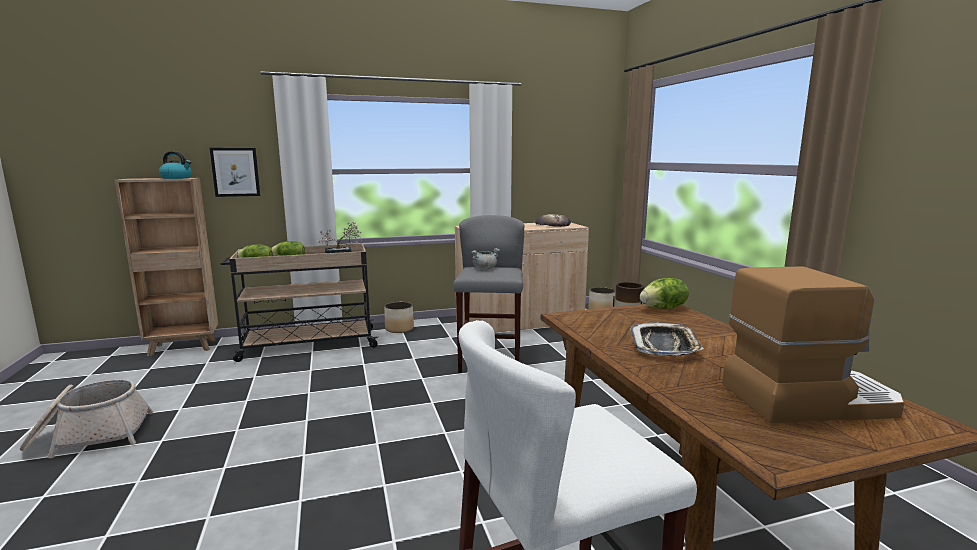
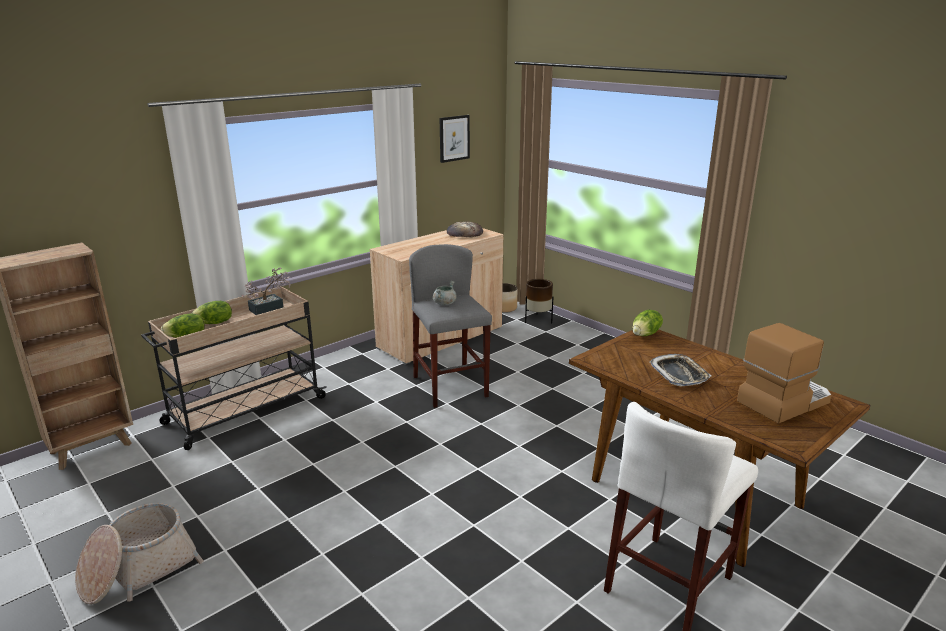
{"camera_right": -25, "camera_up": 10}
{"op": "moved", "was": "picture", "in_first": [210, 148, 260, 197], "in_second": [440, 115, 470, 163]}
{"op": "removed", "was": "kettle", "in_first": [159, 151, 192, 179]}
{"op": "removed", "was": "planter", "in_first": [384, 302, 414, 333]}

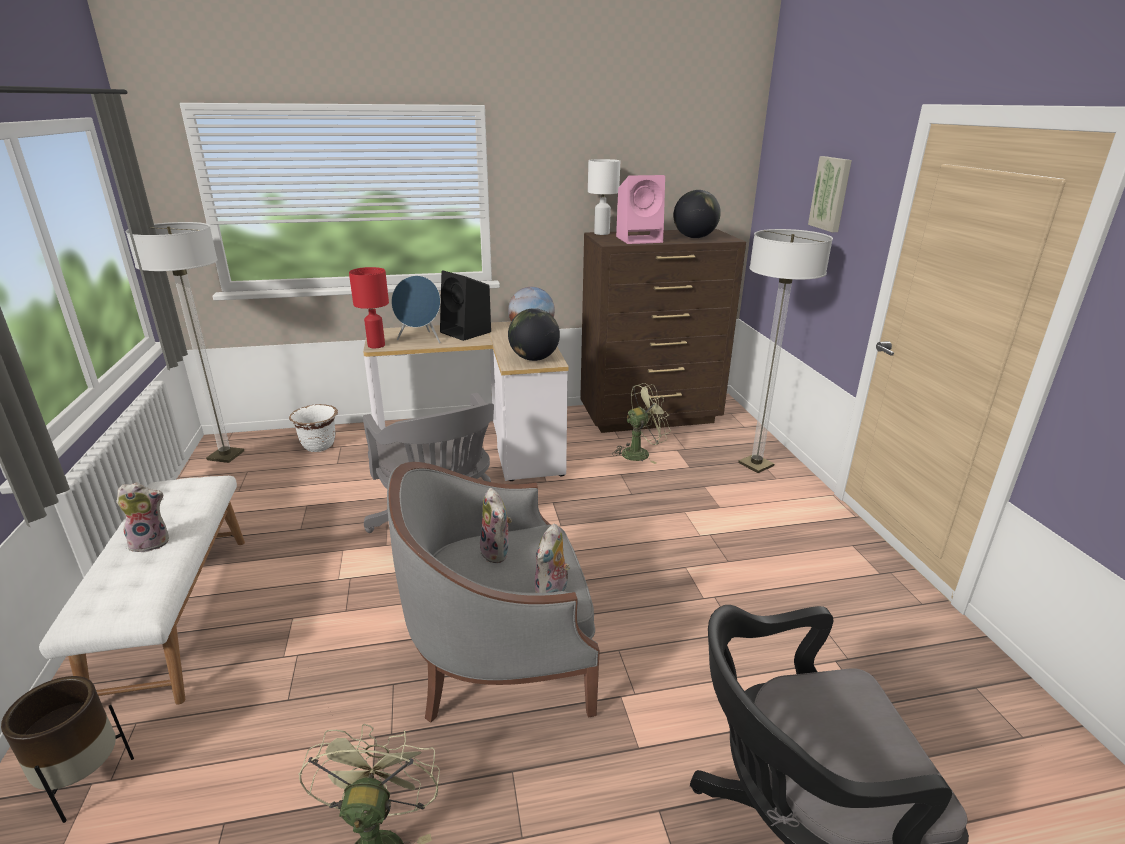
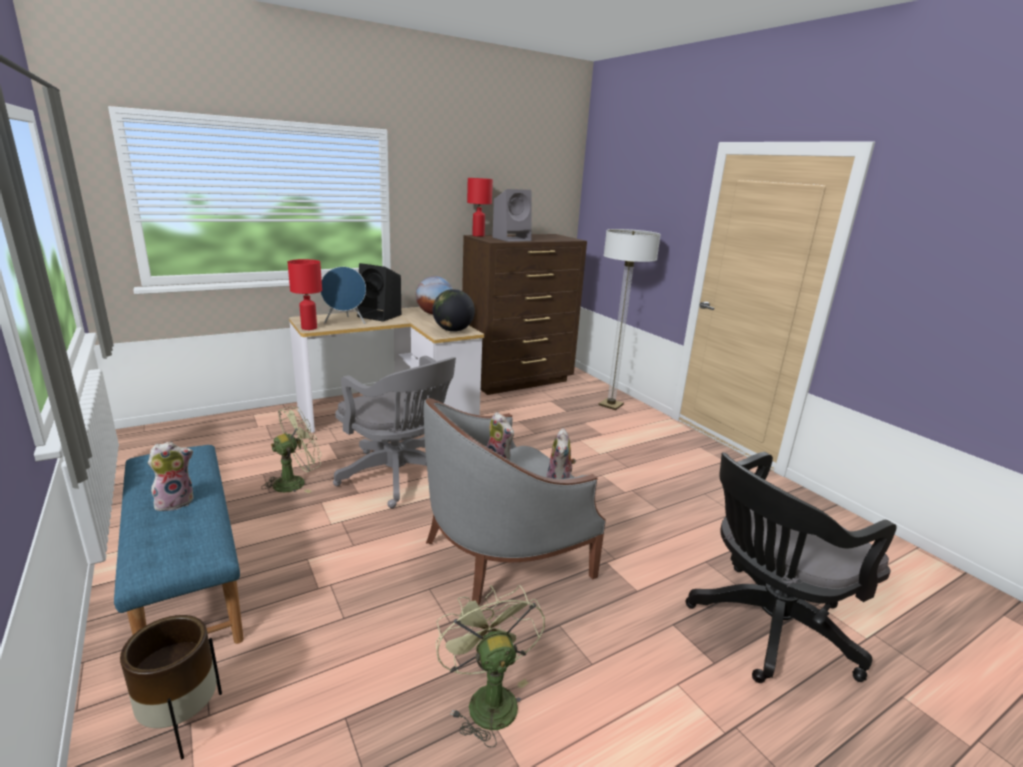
{"camera_right": -20, "camera_up": -5}
{"op": "recoloured", "was": "white bench", "now": "blue bench", "in_first": [39, 476, 245, 704], "in_second": [114, 445, 244, 644]}
{"op": "moved", "was": "green fan", "in_first": [612, 383, 671, 464], "in_second": [261, 406, 321, 493]}
{"op": "recoloured", "was": "white table lamp", "now": "red table lamp", "in_first": [588, 159, 620, 235], "in_second": [467, 178, 493, 237]}
{"op": "recoloured", "was": "pink speaker", "now": "grey speaker", "in_first": [616, 175, 665, 244], "in_second": [492, 189, 532, 242]}
{"op": "removed", "was": "floor lamp", "in_first": [126, 222, 244, 463]}
{"op": "removed", "was": "white planter", "in_first": [289, 404, 338, 452]}
{"op": "removed", "was": "globe", "in_first": [673, 190, 721, 238]}
{"op": "removed", "was": "picture", "in_first": [808, 156, 852, 232]}

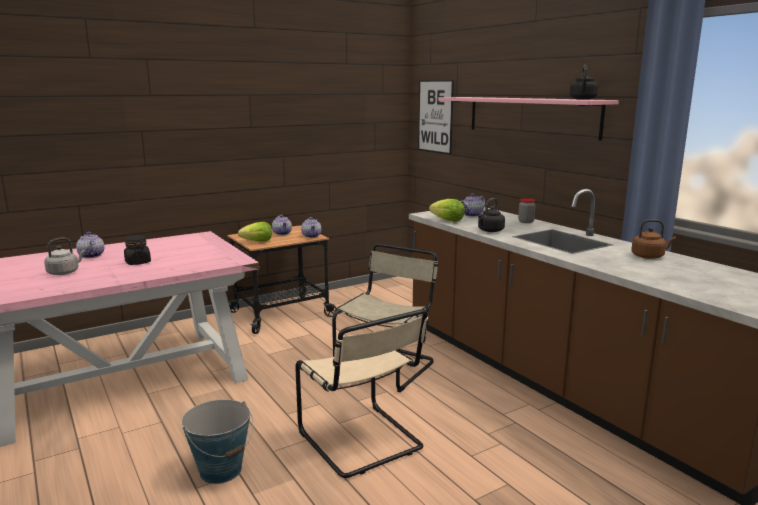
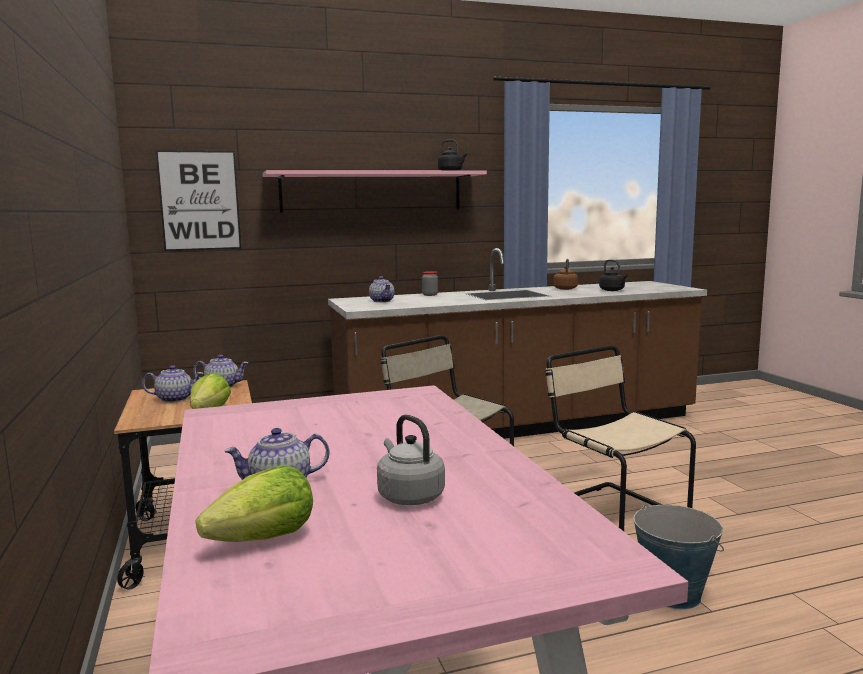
{"camera_right": -75, "camera_up": -5}
{"op": "moved", "was": "lettuce", "in_first": [429, 199, 465, 222], "in_second": [196, 465, 313, 542]}
{"op": "turned", "was": "beige chair", "in_first": [295, 309, 429, 478], "in_second": [545, 345, 696, 531], "clockwise": -105}
{"op": "moved", "was": "black kettle", "in_first": [478, 198, 505, 232], "in_second": [599, 259, 628, 291]}
{"op": "removed", "was": "black jar", "in_first": [124, 236, 151, 265]}

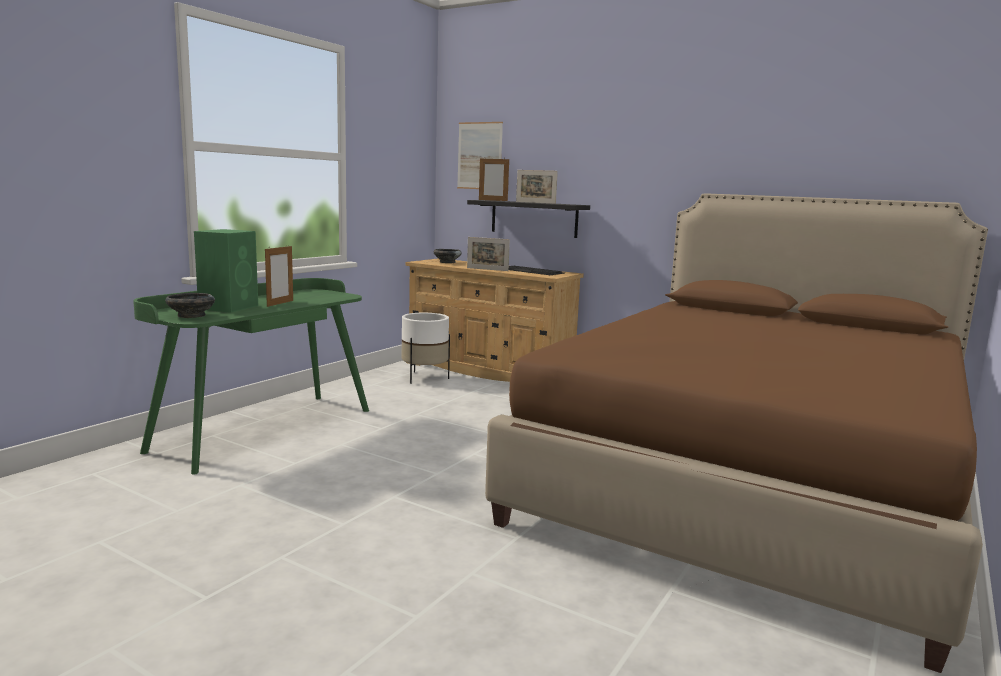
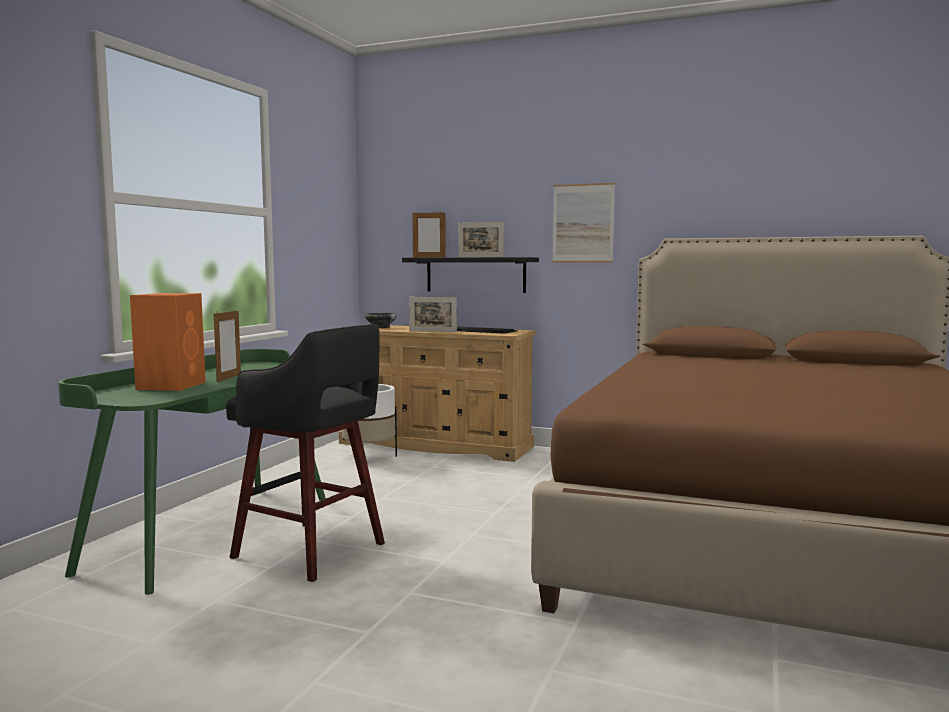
{"camera_right": -10, "camera_up": -5}
{"op": "recoloured", "was": "green speaker", "now": "orange speaker", "in_first": [194, 229, 258, 313], "in_second": [130, 293, 206, 391]}
{"op": "added", "now": "black stool", "in_second": [226, 324, 385, 582]}
{"op": "moved", "was": "picture", "in_first": [457, 122, 503, 189], "in_second": [553, 183, 615, 262]}
{"op": "removed", "was": "black bowl", "in_first": [165, 293, 215, 318]}

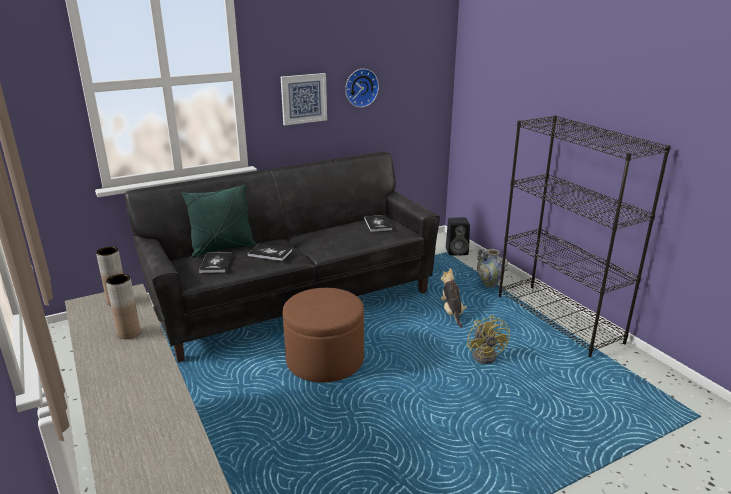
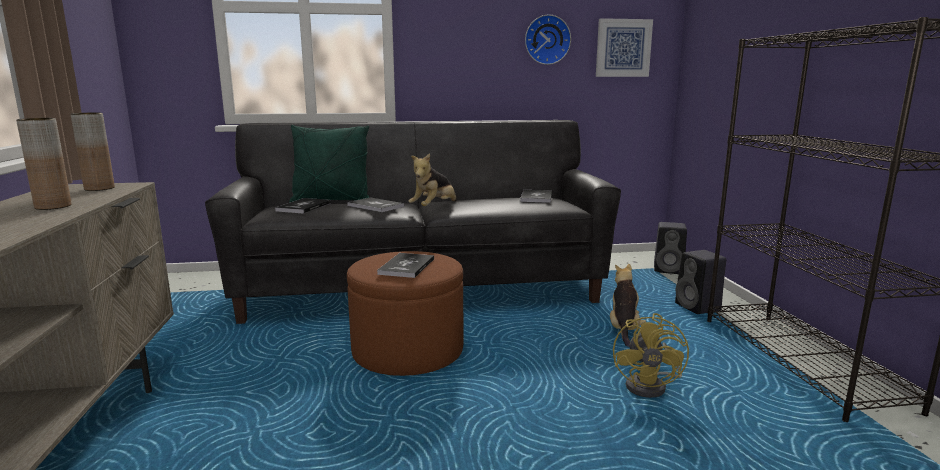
{"camera_right": 20, "camera_up": -10}
{"op": "added", "now": "book", "in_second": [377, 253, 434, 278]}
{"op": "added", "now": "plush toy", "in_second": [408, 154, 457, 206]}
{"op": "moved", "was": "picture", "in_first": [281, 73, 327, 125], "in_second": [596, 18, 653, 77]}
{"op": "replaced", "was": "vase", "now": "black speaker", "in_first": [477, 249, 508, 288], "in_second": [675, 250, 726, 314]}

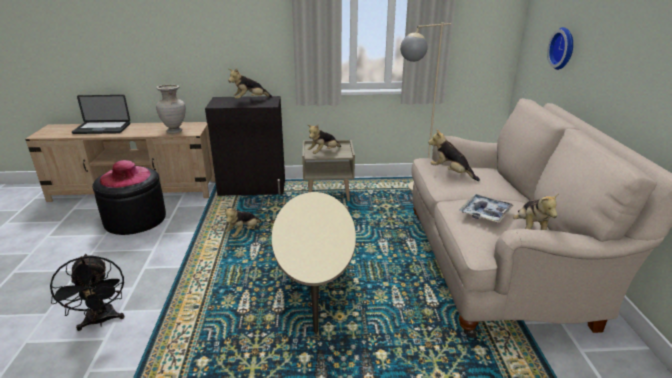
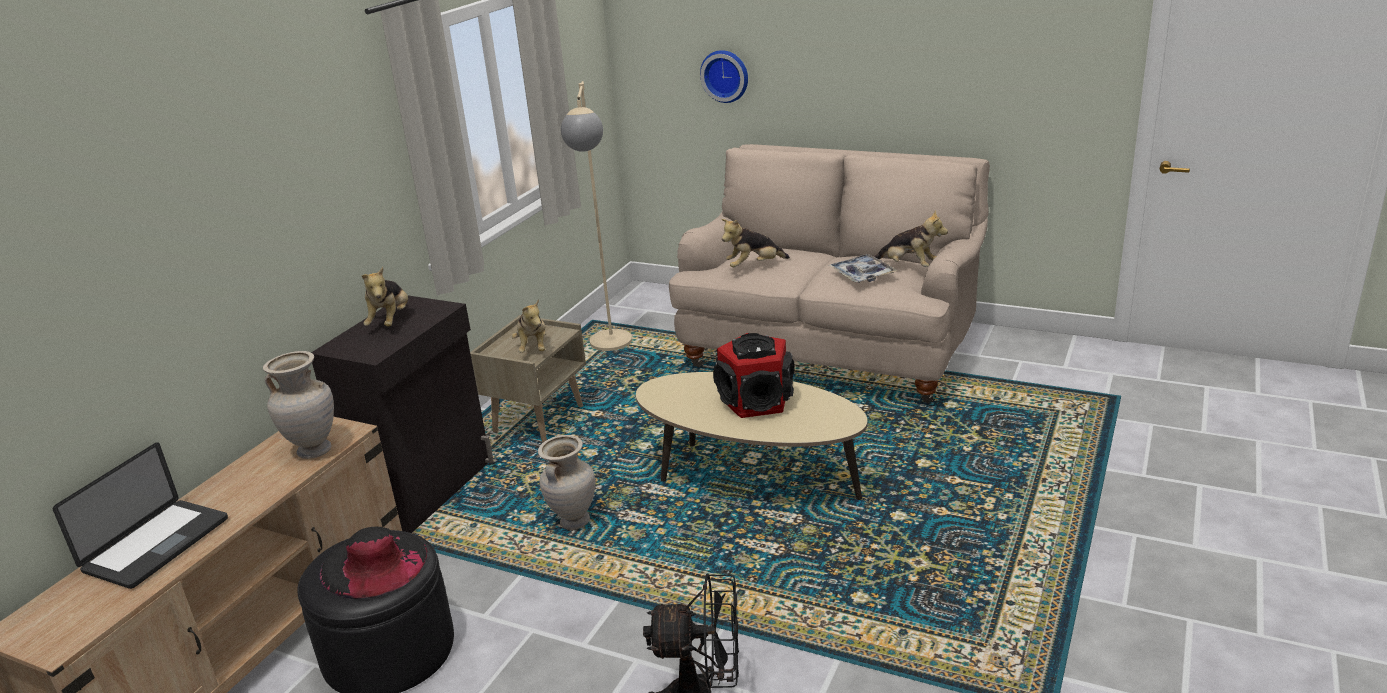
{"camera_right": -60, "camera_up": 0}
{"op": "recoloured", "was": "pink hat", "now": "black hat", "in_first": [100, 160, 151, 188], "in_second": [319, 527, 427, 599]}
{"op": "replaced", "was": "plush toy", "now": "beige vase", "in_first": [223, 208, 261, 238], "in_second": [538, 435, 596, 530]}
{"op": "added", "now": "speaker", "in_second": [713, 333, 795, 418]}

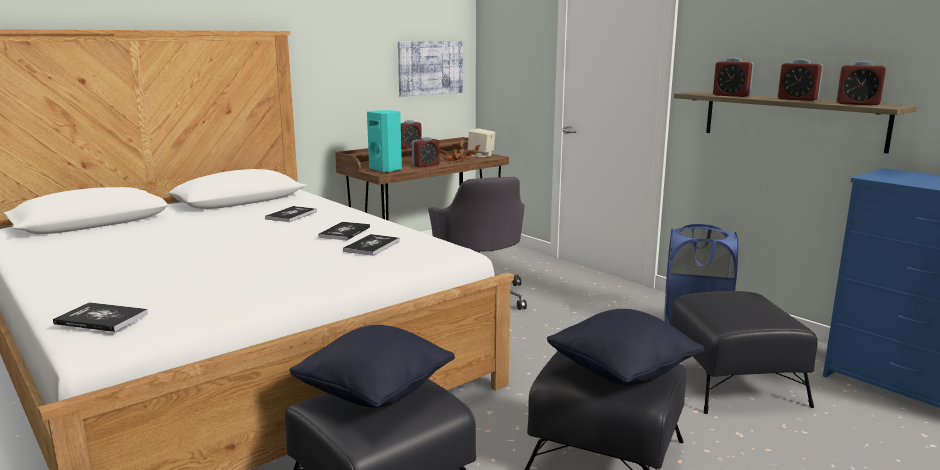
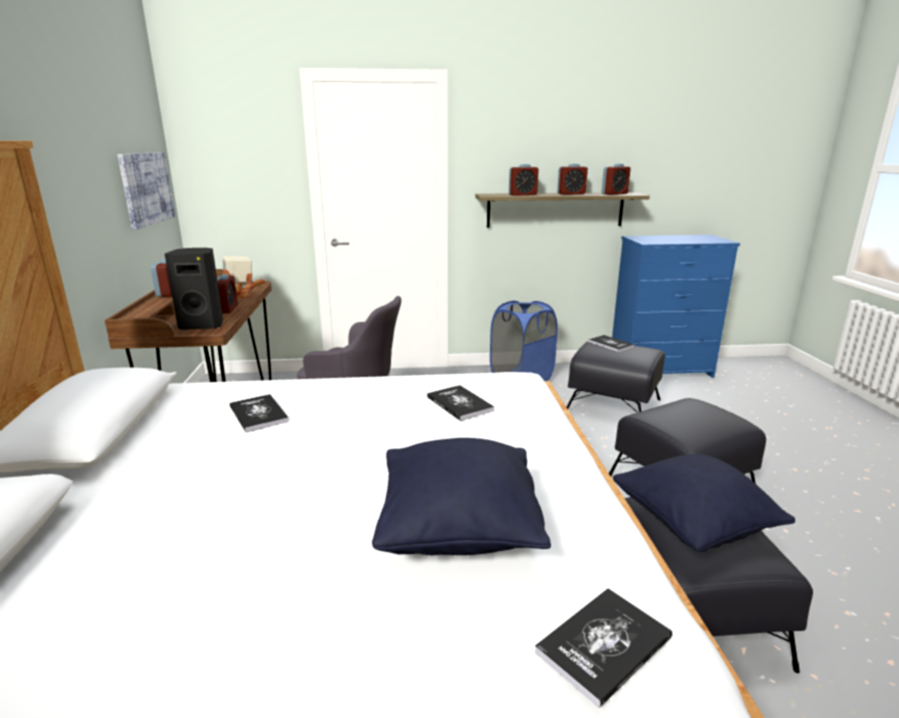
{"camera_right": -55, "camera_up": 5}
{"op": "recoloured", "was": "turquoise speaker", "now": "black speaker", "in_first": [367, 110, 402, 173], "in_second": [165, 248, 223, 330]}
{"op": "moved", "was": "black pillow", "in_first": [547, 309, 704, 385], "in_second": [372, 438, 551, 555]}
{"op": "moved", "was": "book", "in_first": [318, 222, 370, 240], "in_second": [588, 335, 634, 352]}

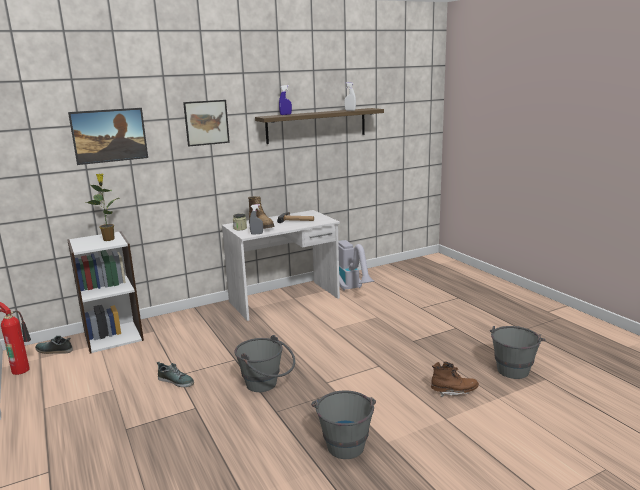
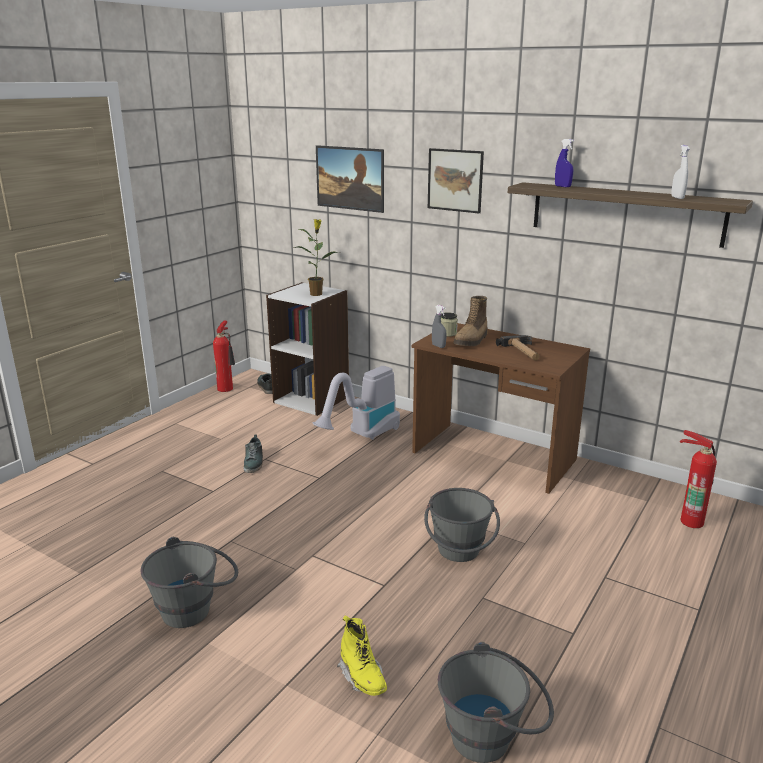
{"camera_right": 60, "camera_up": 5}
{"op": "moved", "was": "vacuum cleaner", "in_first": [338, 240, 374, 291], "in_second": [312, 366, 400, 440]}
{"op": "recoloured", "was": "brown boot", "now": "yellow boot", "in_first": [431, 361, 479, 397], "in_second": [337, 616, 387, 696]}
{"op": "recoloured", "was": "white desk", "now": "brown desk", "in_first": [222, 210, 340, 321], "in_second": [412, 323, 590, 494]}
{"op": "moved", "was": "grey bucket", "in_first": [235, 335, 295, 392], "in_second": [424, 488, 500, 562]}
{"op": "added", "now": "fire extinguisher", "in_second": [680, 430, 717, 528]}

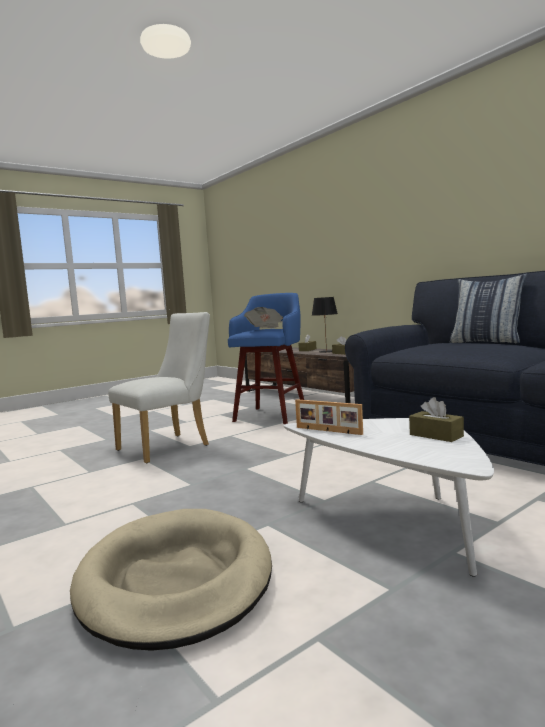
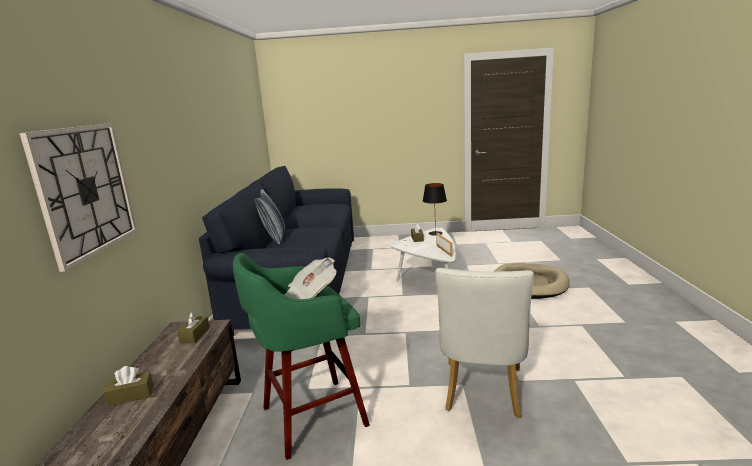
{"camera_right": -140, "camera_up": 10}
{"op": "added", "now": "wall clock", "in_second": [19, 123, 137, 272]}
{"op": "recoloured", "was": "blue stool", "now": "green stool", "in_first": [228, 293, 304, 424], "in_second": [233, 253, 370, 460]}
{"op": "moved", "was": "black table lamp", "in_first": [312, 297, 338, 353], "in_second": [423, 183, 447, 236]}
{"op": "turned", "was": "white chair", "in_first": [108, 312, 210, 464], "in_second": [435, 268, 534, 418], "clockwise": -75}

